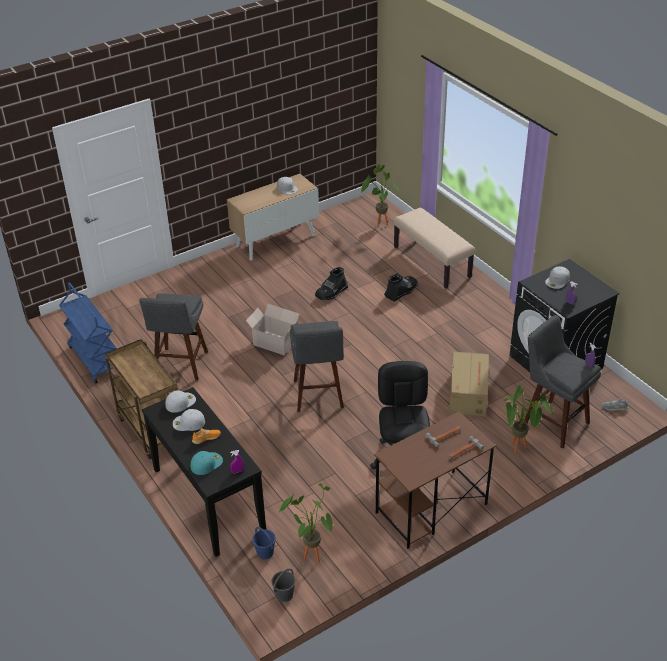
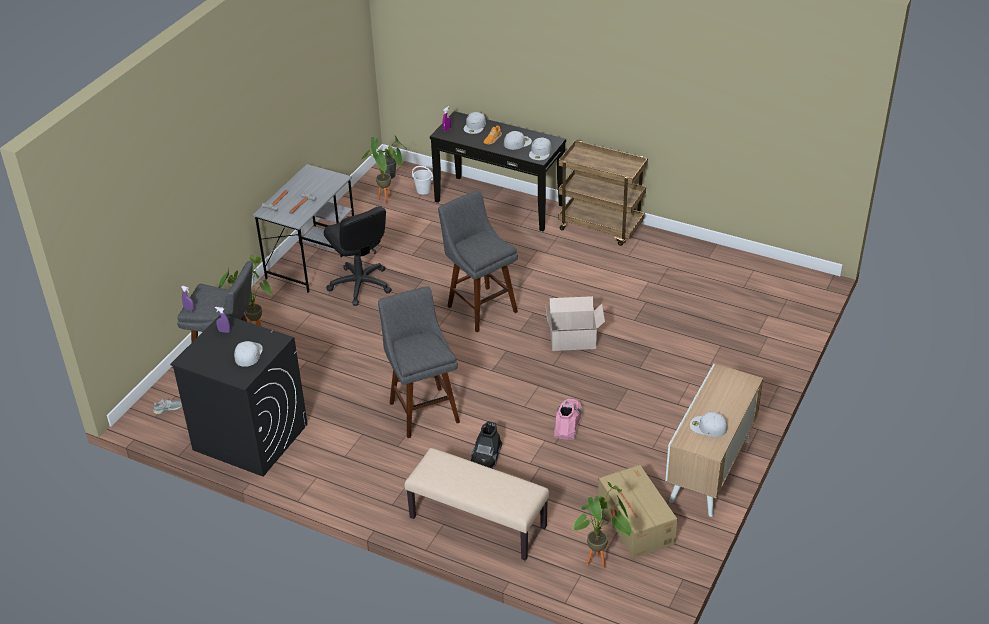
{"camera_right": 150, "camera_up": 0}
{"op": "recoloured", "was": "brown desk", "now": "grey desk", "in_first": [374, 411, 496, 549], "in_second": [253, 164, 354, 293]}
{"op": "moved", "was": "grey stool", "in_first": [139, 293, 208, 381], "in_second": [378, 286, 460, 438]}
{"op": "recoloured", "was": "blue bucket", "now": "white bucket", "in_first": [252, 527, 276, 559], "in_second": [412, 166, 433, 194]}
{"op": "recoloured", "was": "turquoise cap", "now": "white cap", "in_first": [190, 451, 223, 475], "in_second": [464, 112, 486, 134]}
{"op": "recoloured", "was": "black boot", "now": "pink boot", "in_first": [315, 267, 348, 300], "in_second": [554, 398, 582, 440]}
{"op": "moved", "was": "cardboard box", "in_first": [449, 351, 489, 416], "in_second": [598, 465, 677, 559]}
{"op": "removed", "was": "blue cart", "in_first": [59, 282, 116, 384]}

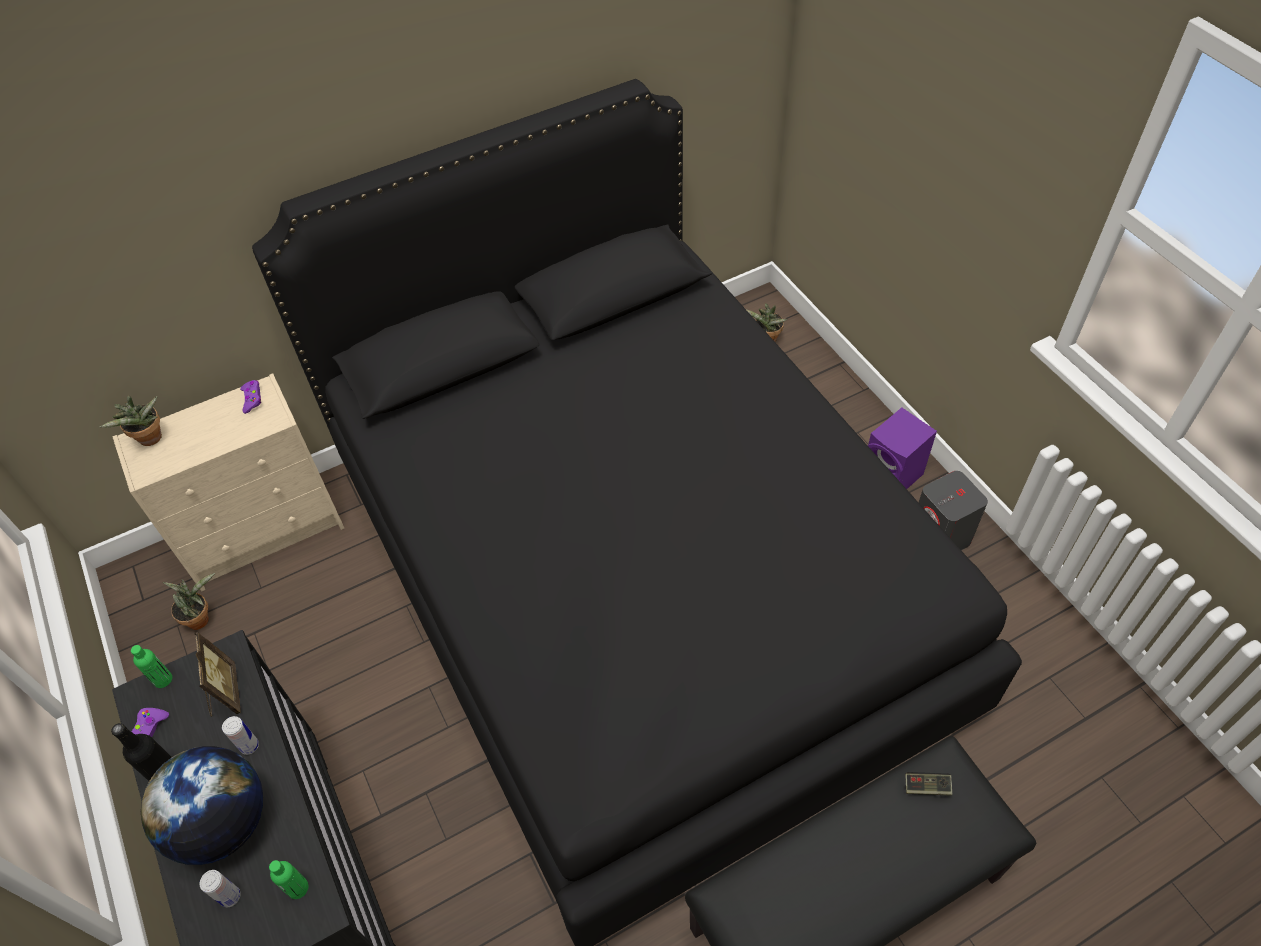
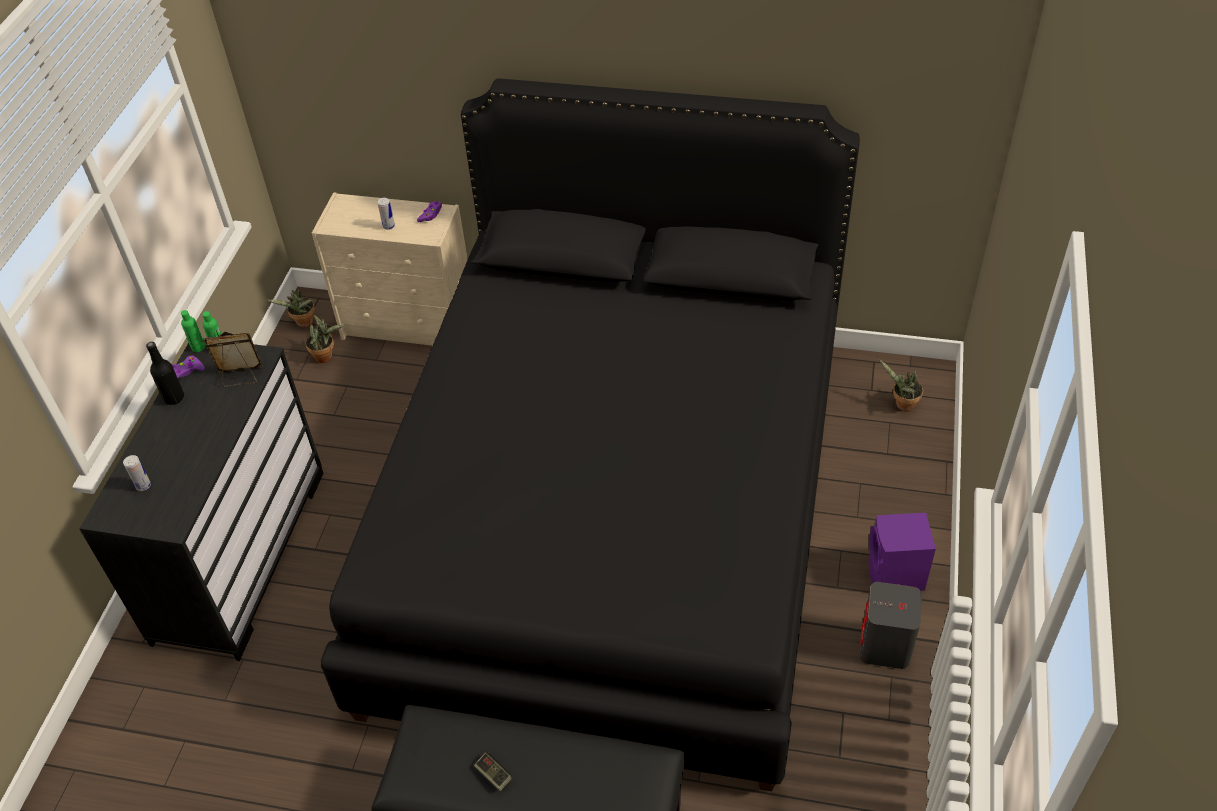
{"camera_right": 40, "camera_up": -5}
{"op": "moved", "was": "green bottle", "in_first": [269, 860, 309, 899], "in_second": [181, 310, 205, 352]}
{"op": "turned", "was": "picture frame", "in_first": [194, 632, 241, 717], "in_second": [203, 332, 262, 387], "clockwise": -120}
{"op": "moved", "was": "potted plant", "in_first": [100, 396, 162, 446], "in_second": [266, 289, 315, 328]}
{"op": "moved", "was": "can", "in_first": [222, 716, 259, 755], "in_second": [377, 198, 395, 230]}
{"op": "moved", "was": "game controller", "in_first": [905, 772, 952, 796], "in_second": [474, 752, 512, 791]}
{"op": "removed", "was": "globe", "in_first": [141, 746, 263, 865]}

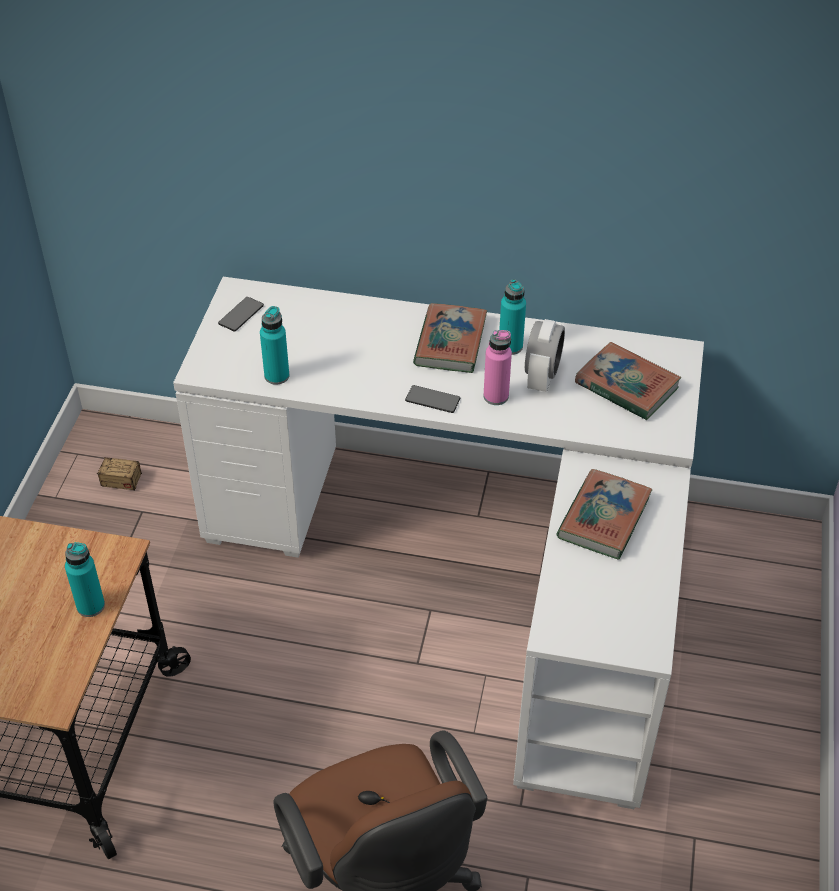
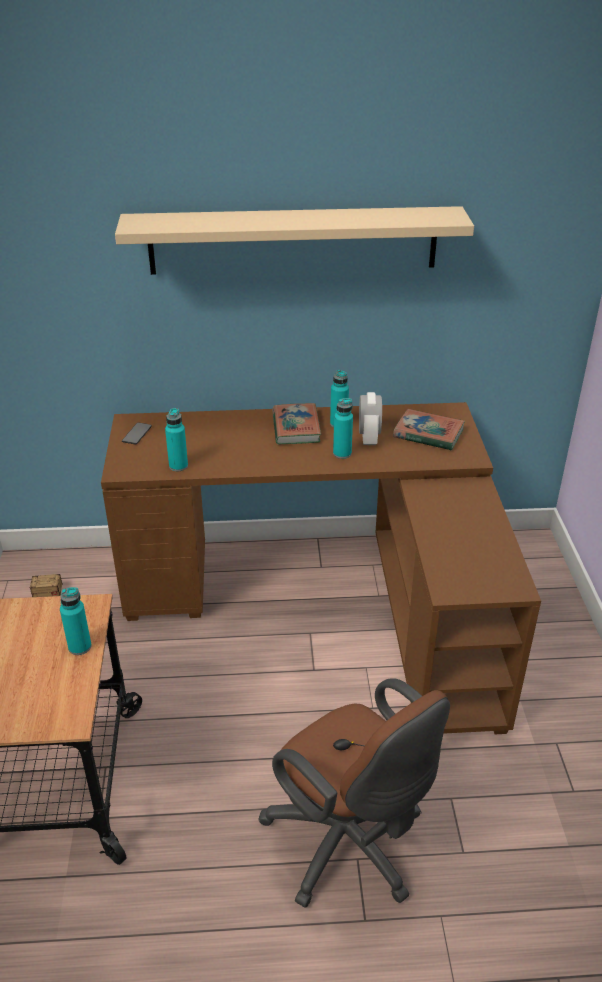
{"camera_right": -15, "camera_up": -10}
{"op": "recoloured", "was": "white desk", "now": "brown desk", "in_first": [173, 277, 704, 809], "in_second": [101, 402, 541, 734]}
{"op": "added", "now": "beige shelf", "in_second": [115, 206, 474, 275]}
{"op": "recoloured", "was": "pink bottle", "now": "turquoise bottle", "in_first": [483, 330, 512, 405], "in_second": [333, 398, 353, 459]}
{"op": "removed", "was": "phone", "in_first": [405, 385, 460, 413]}
{"op": "removed", "was": "book", "in_first": [557, 469, 652, 560]}

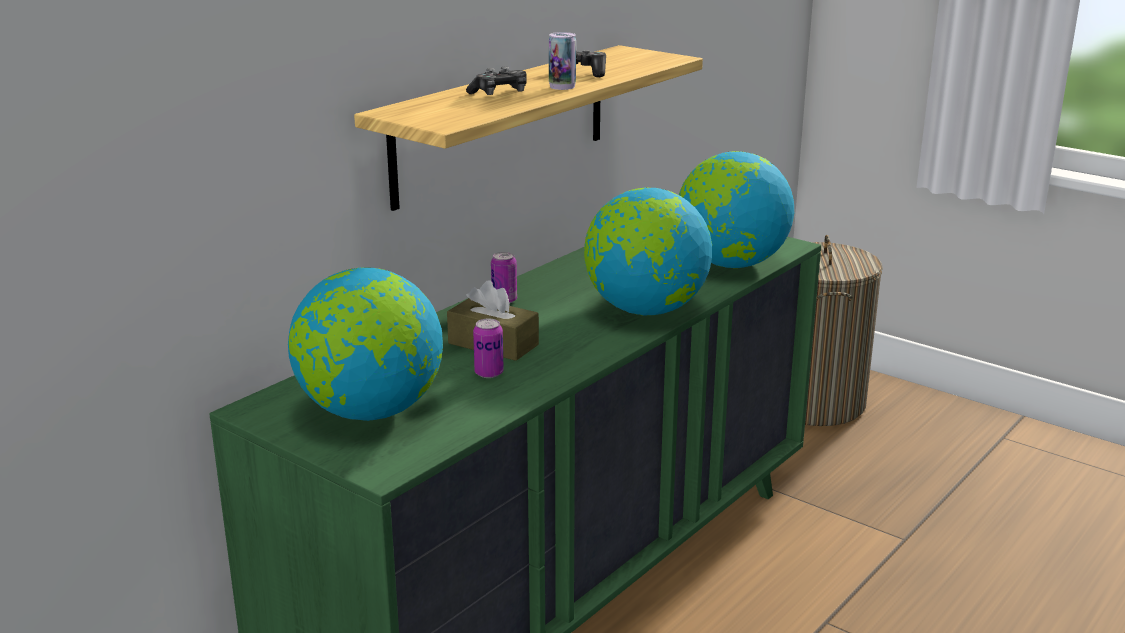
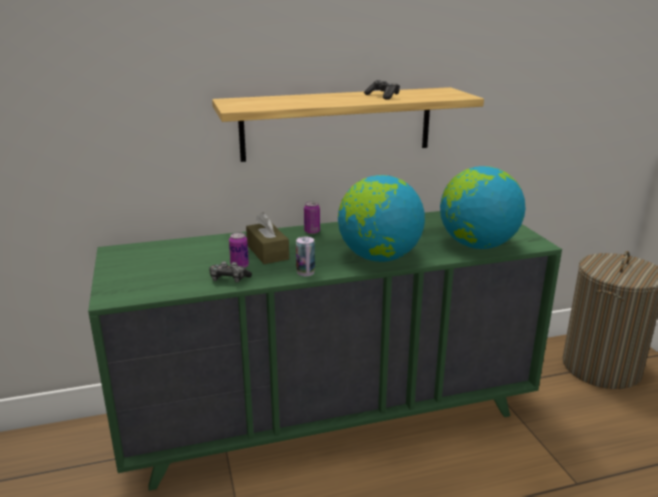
{"camera_right": 35, "camera_up": 0}
{"op": "moved", "was": "game controller", "in_first": [466, 67, 527, 95], "in_second": [209, 261, 252, 283]}
{"op": "moved", "was": "can", "in_first": [549, 32, 576, 90], "in_second": [296, 237, 315, 276]}
{"op": "removed", "was": "globe", "in_first": [288, 267, 443, 421]}

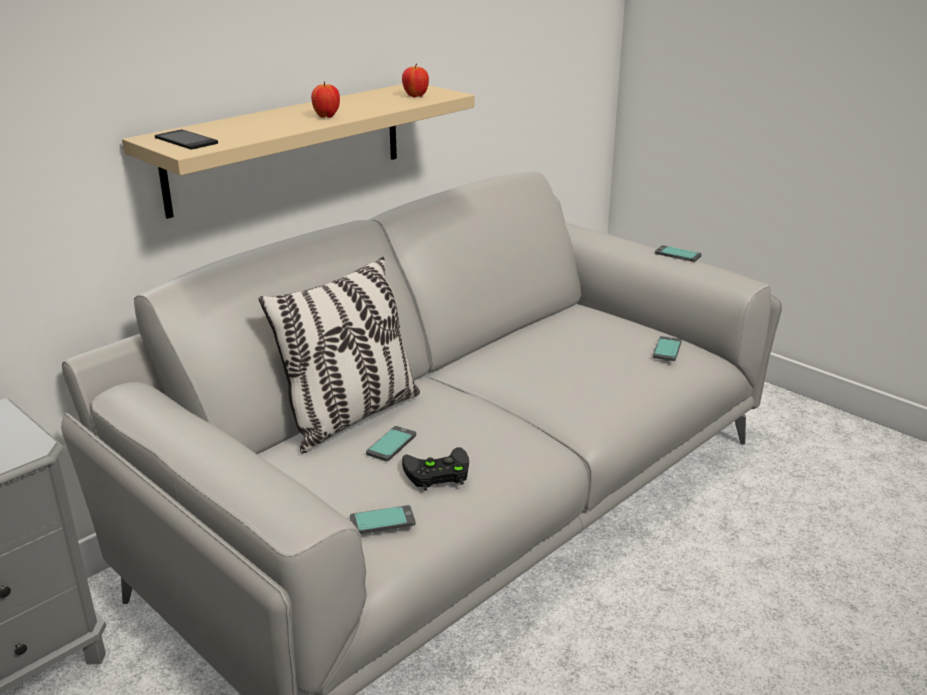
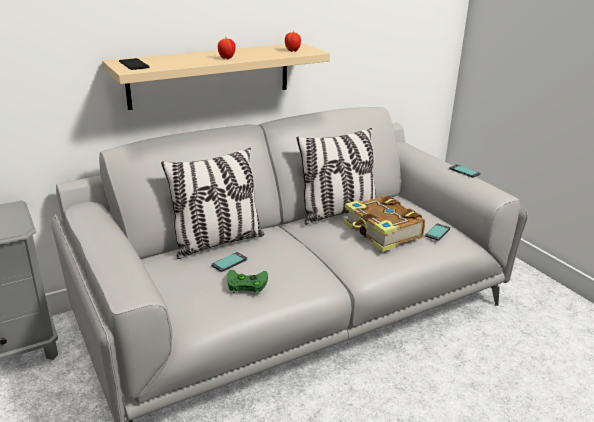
{"camera_right": 15, "camera_up": 0}
{"op": "recoloured", "was": "black game controller", "now": "green game controller", "in_first": [402, 447, 469, 490], "in_second": [227, 270, 268, 294]}
{"op": "added", "now": "pillow", "in_second": [296, 128, 376, 225]}
{"op": "added", "now": "book", "in_second": [344, 195, 425, 252]}
{"op": "removed", "was": "phone", "in_first": [350, 505, 416, 534]}

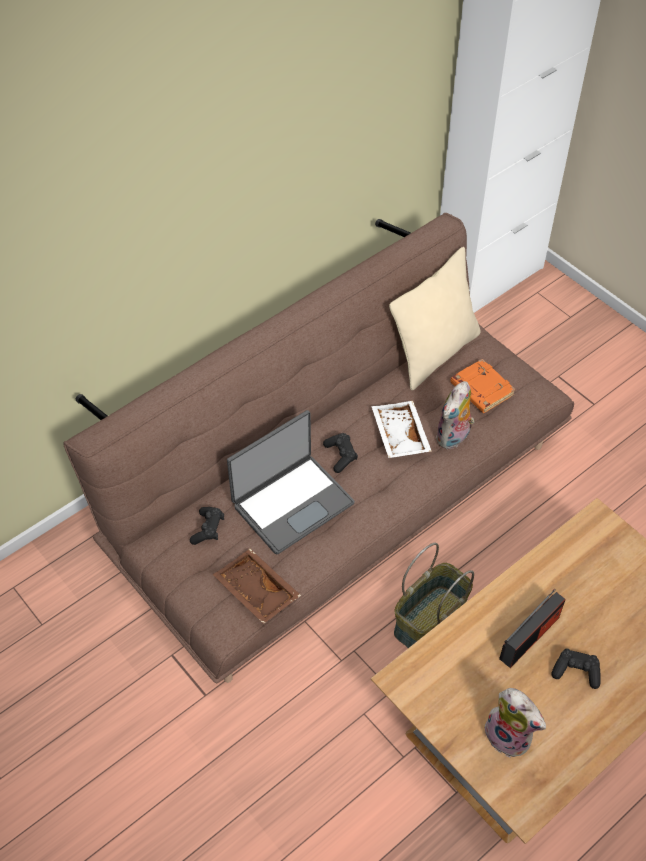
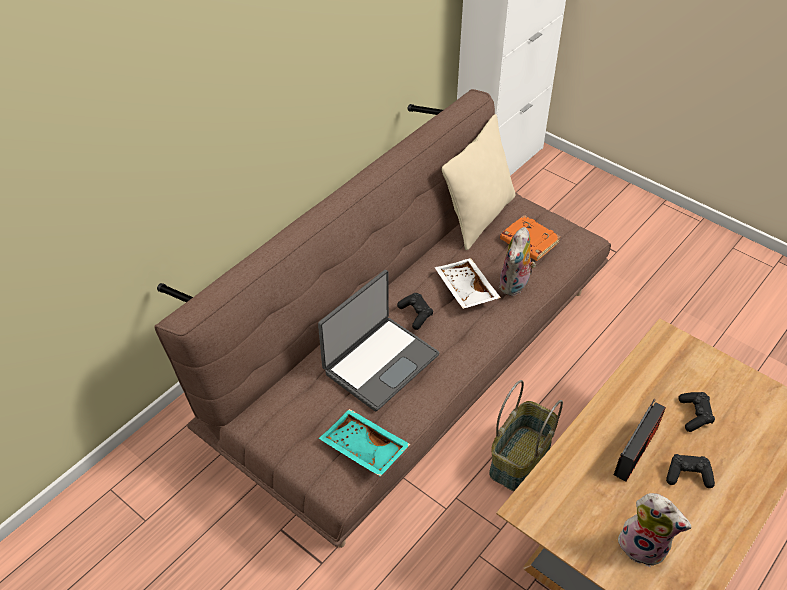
{"camera_right": -10, "camera_up": -5}
{"op": "recoloured", "was": "brown tray", "now": "turquoise tray", "in_first": [213, 549, 301, 624], "in_second": [319, 409, 411, 477]}
{"op": "moved", "was": "black game controller", "in_first": [190, 507, 224, 545], "in_second": [678, 392, 715, 432]}

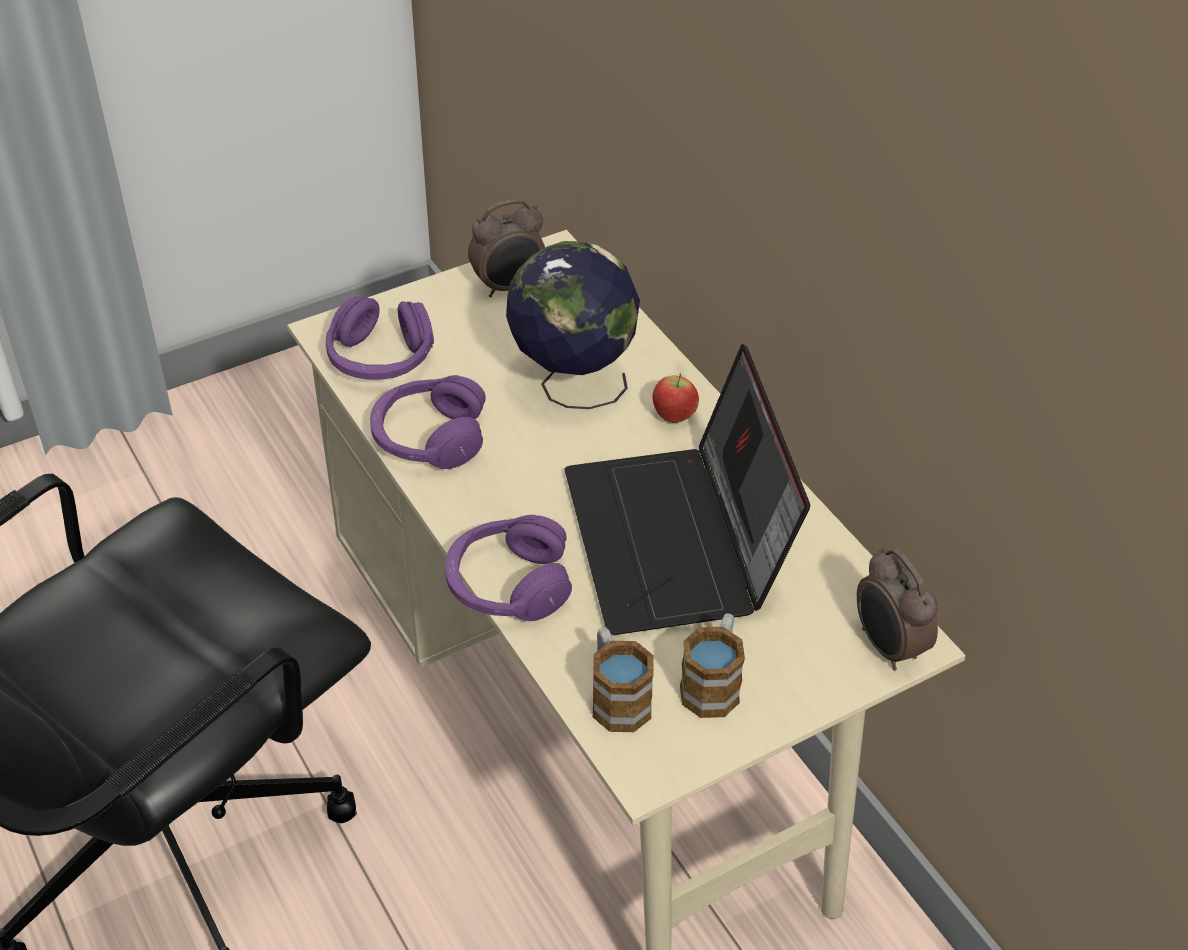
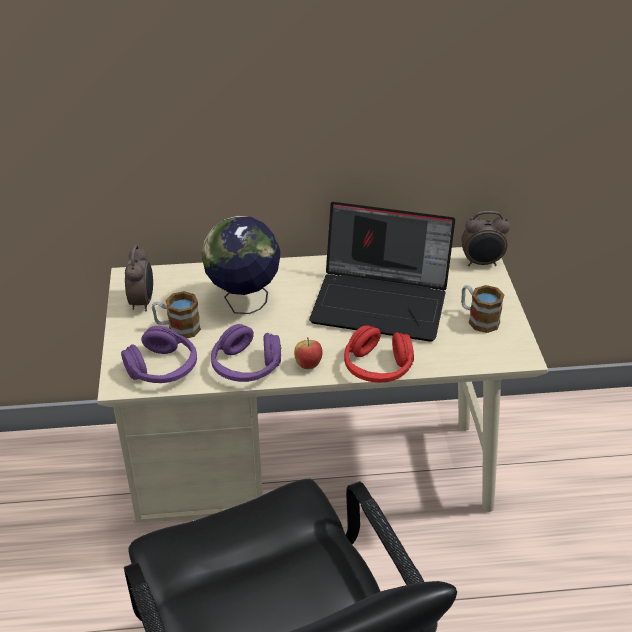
{"camera_right": -65, "camera_up": -5}
{"op": "moved", "was": "mug", "in_first": [593, 627, 654, 732], "in_second": [152, 291, 201, 338]}
{"op": "moved", "was": "apple", "in_first": [652, 373, 699, 423], "in_second": [294, 337, 323, 369]}
{"op": "recoloured", "was": "purple headphones", "now": "red headphones", "in_first": [445, 515, 572, 621], "in_second": [344, 325, 414, 383]}

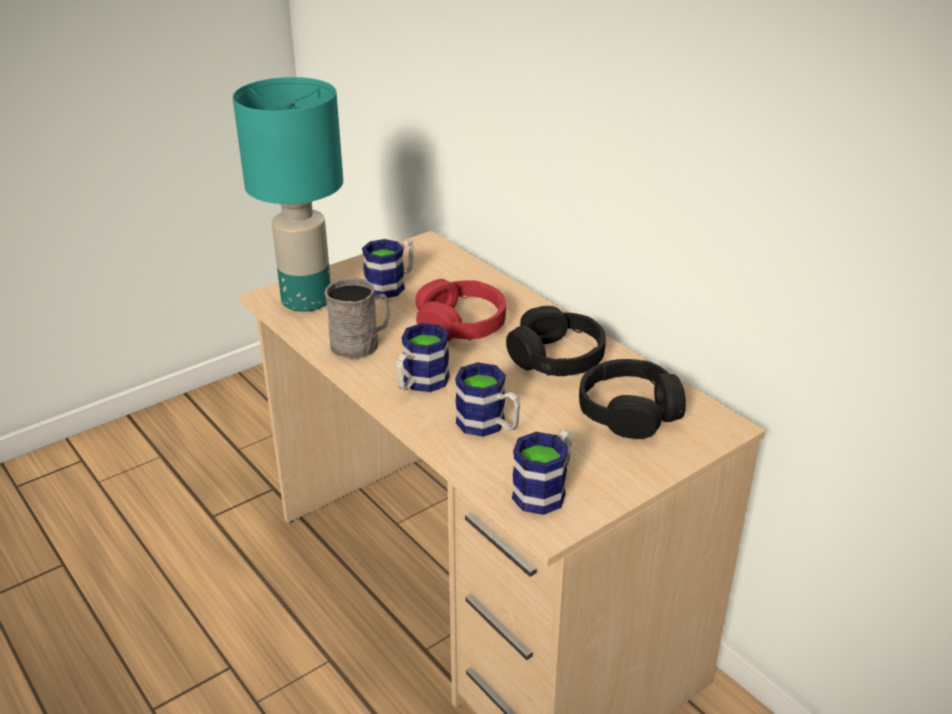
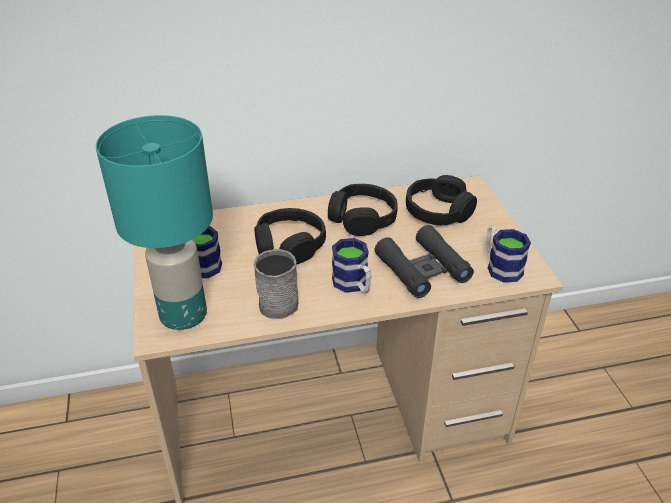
{"camera_right": -65, "camera_up": 5}
{"op": "recoloured", "was": "red headphones", "now": "black headphones", "in_first": [416, 279, 506, 341], "in_second": [254, 208, 326, 264]}
{"op": "replaced", "was": "mug", "now": "black binoculars", "in_first": [455, 362, 520, 437], "in_second": [375, 225, 474, 298]}

